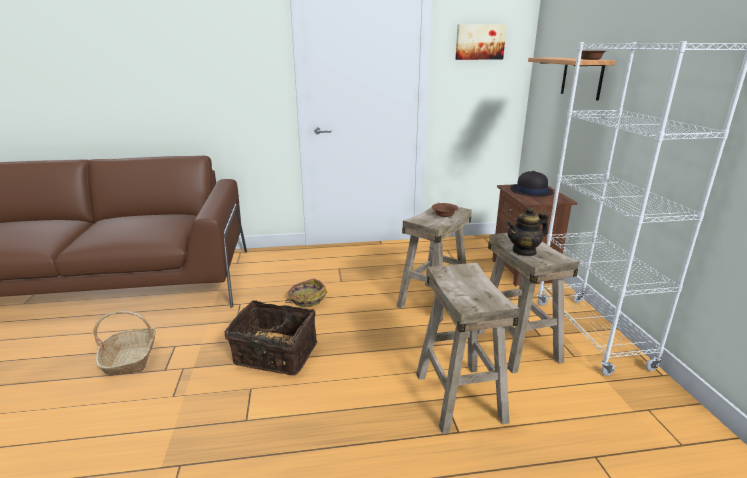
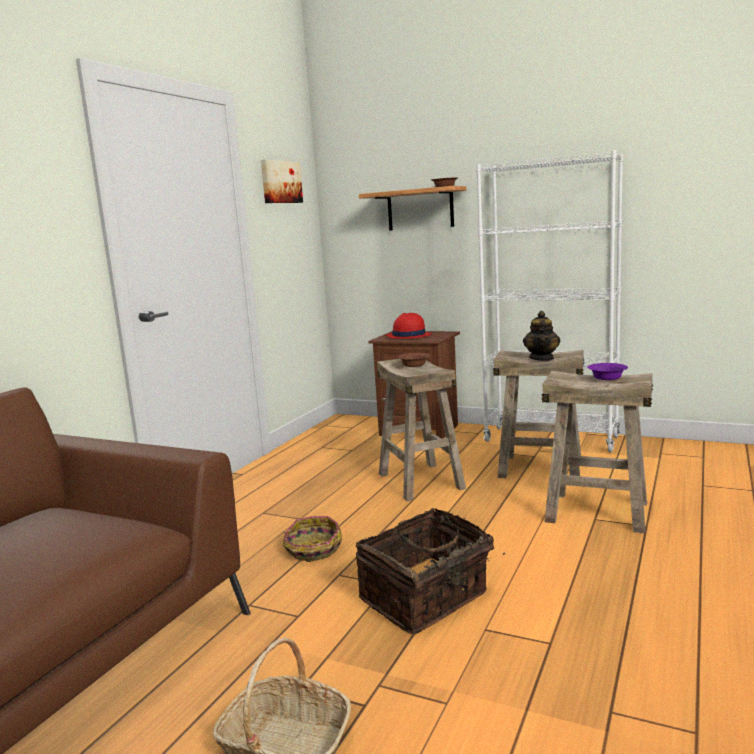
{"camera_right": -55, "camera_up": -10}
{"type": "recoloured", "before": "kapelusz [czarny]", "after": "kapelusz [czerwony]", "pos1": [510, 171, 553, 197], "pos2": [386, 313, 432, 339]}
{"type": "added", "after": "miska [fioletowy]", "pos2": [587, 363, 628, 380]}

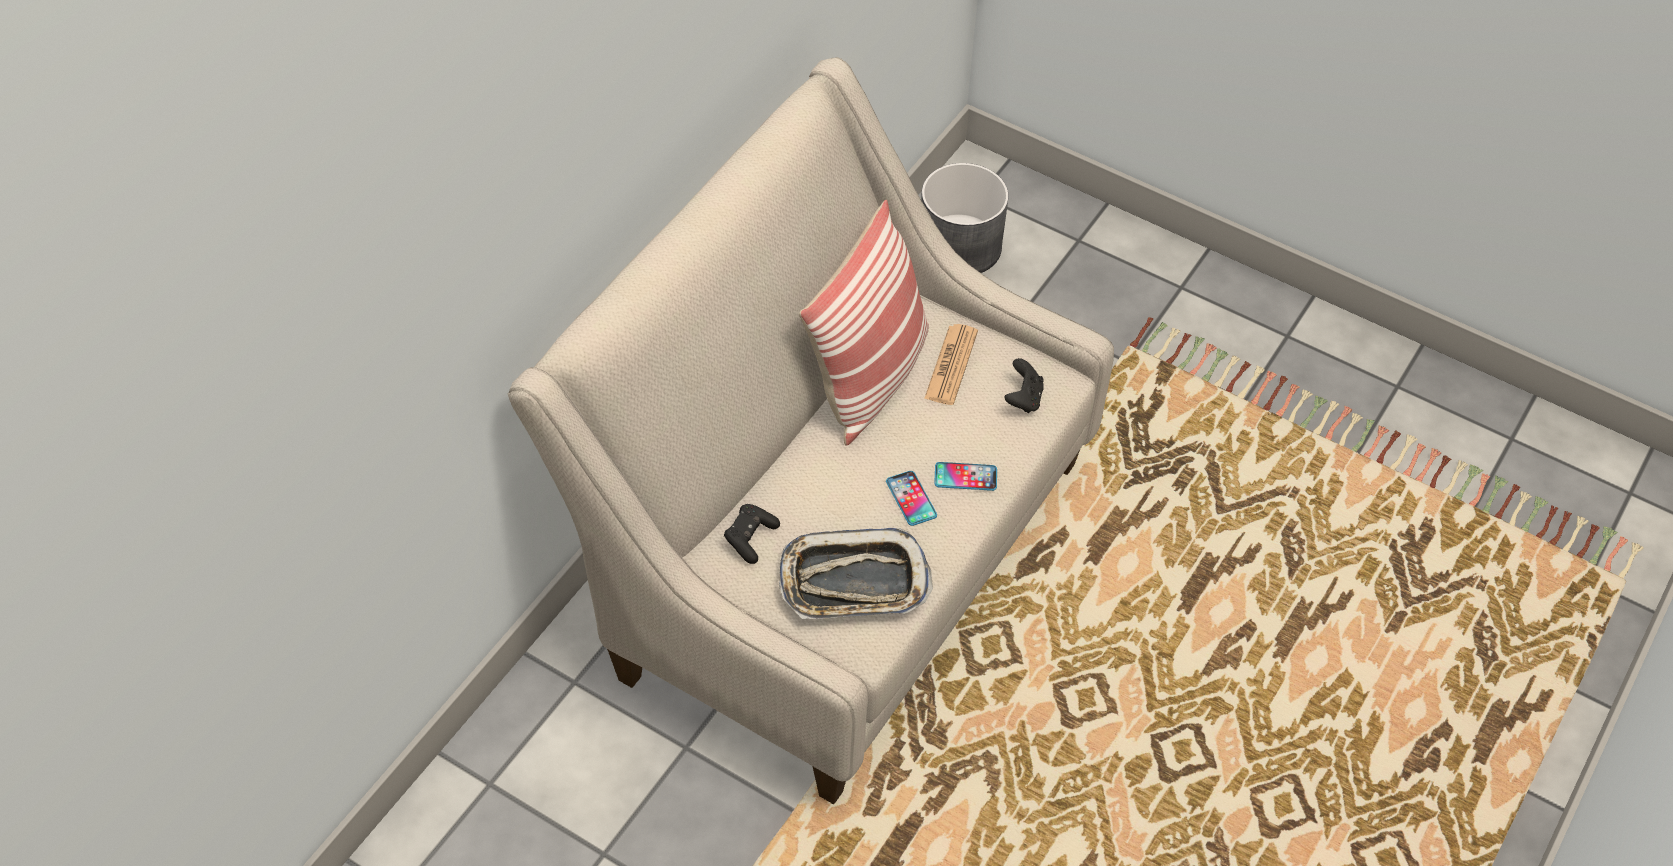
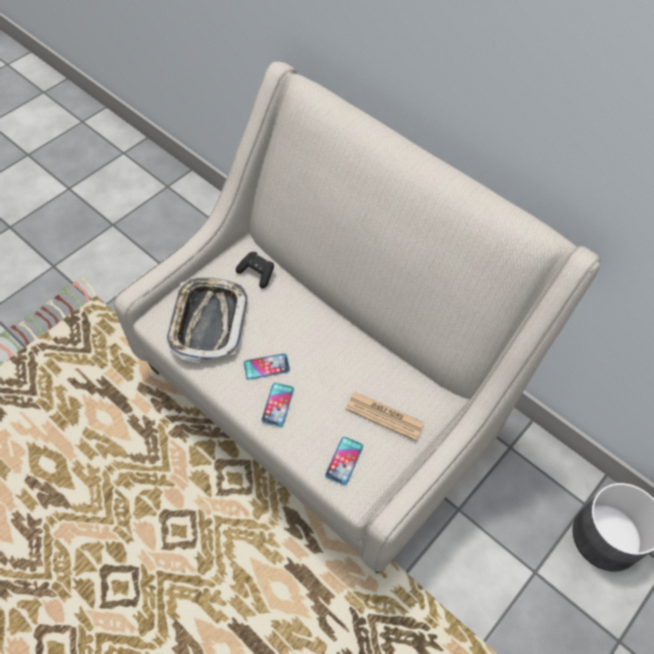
{"camera_right": 100, "camera_up": 5}
{"type": "removed", "before": "poduszka", "pos1": [799, 200, 929, 446]}
{"type": "replaced", "before": "pad do gier [czarny]", "after": "telefon", "pos1": [1005, 358, 1044, 413], "pos2": [325, 437, 363, 485]}

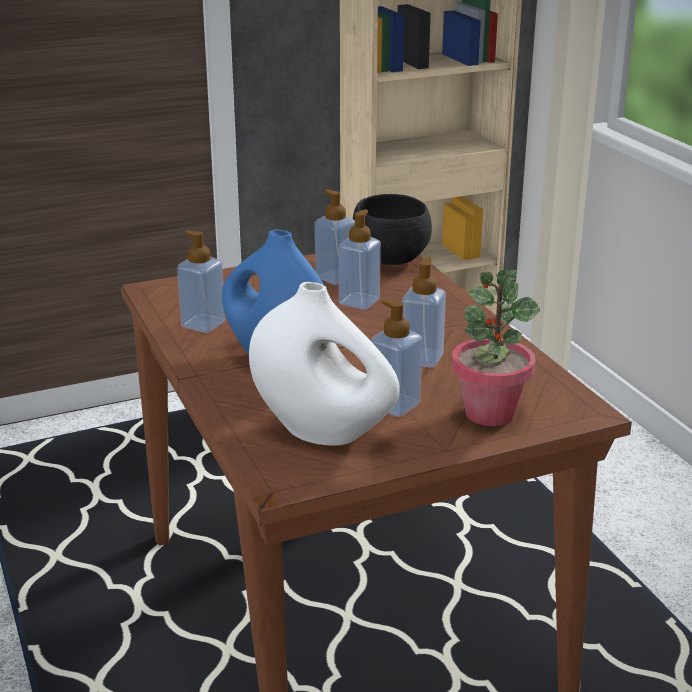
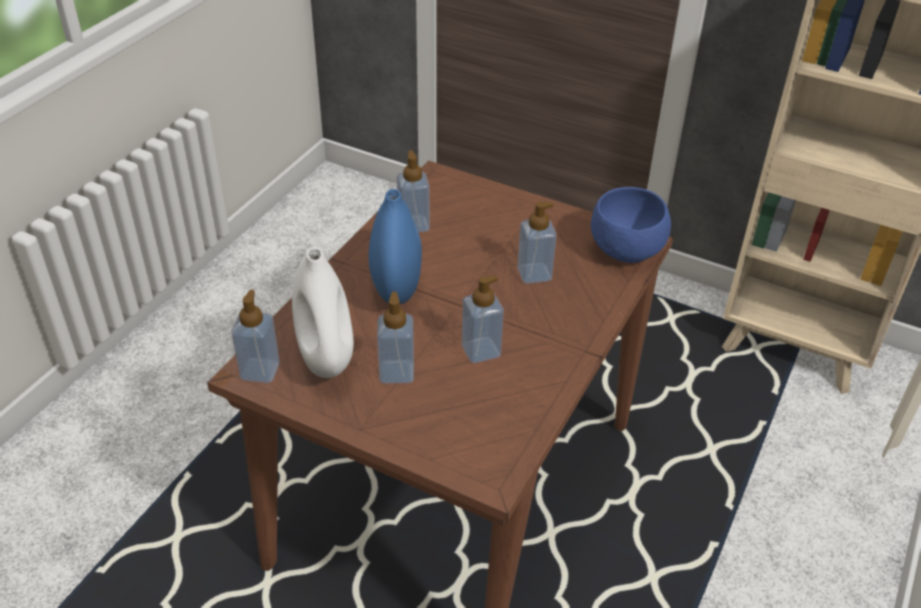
{"camera_right": 50, "camera_up": 15}
{"type": "moved", "before": "dozownik mydła", "pos1": [315, 189, 355, 285], "pos2": [231, 290, 280, 383]}
{"type": "recoloured", "before": "miska [czarny]", "after": "miska [niebieski]", "pos1": [353, 194, 432, 265], "pos2": [591, 187, 671, 263]}
{"type": "removed", "before": "roślina doniczkowa", "pos1": [452, 269, 540, 426]}

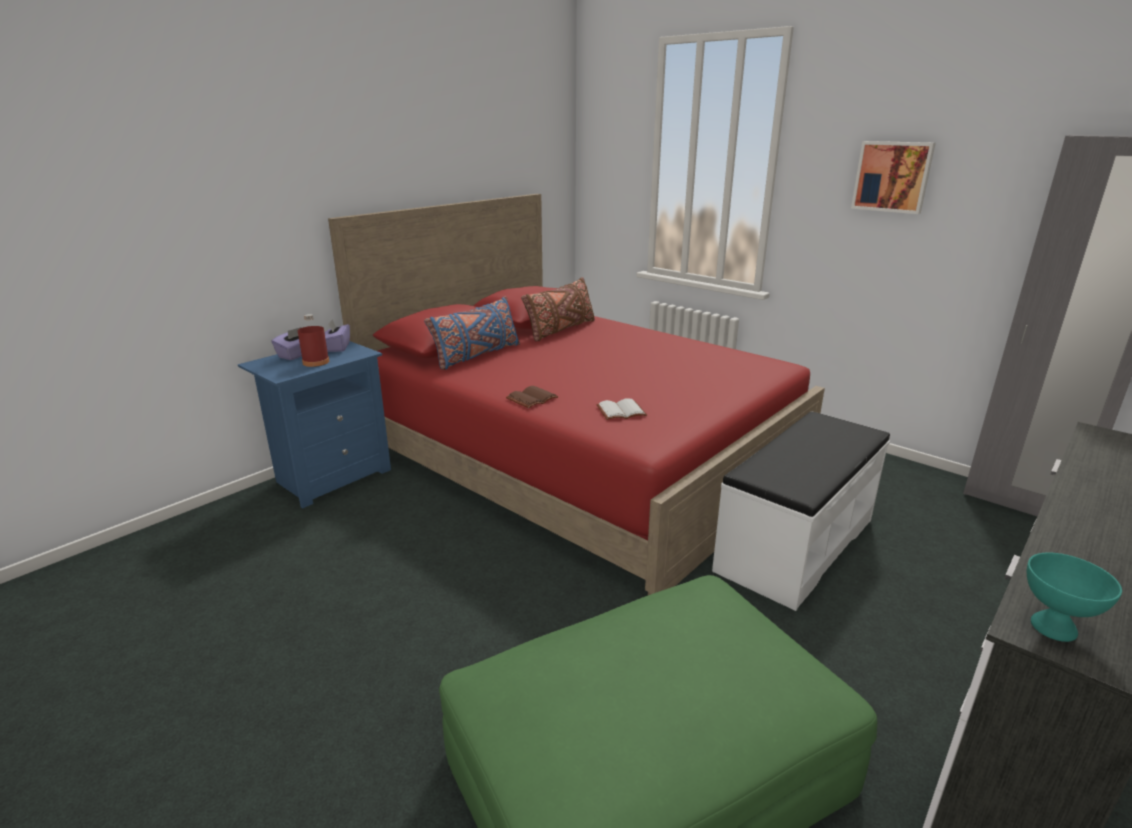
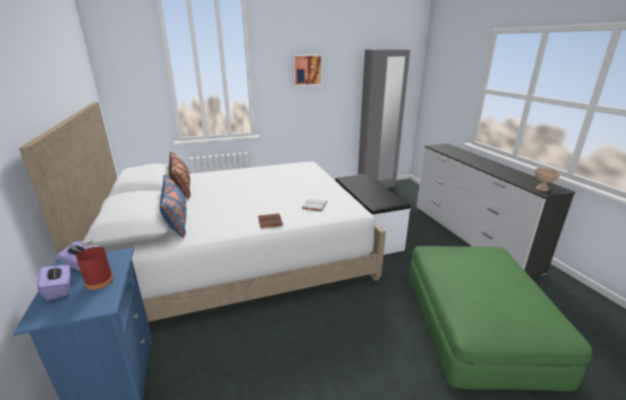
{"camera_right": -60, "camera_up": 0}
{"type": "recoloured", "before": "łóżko [czerwony]", "after": "łóżko [biały]", "pos1": [328, 194, 825, 595], "pos2": [19, 102, 386, 322]}
{"type": "recoloured", "before": "miska [turkusowy]", "after": "miska [beżowy]", "pos1": [1027, 553, 1122, 642], "pos2": [534, 168, 561, 191]}

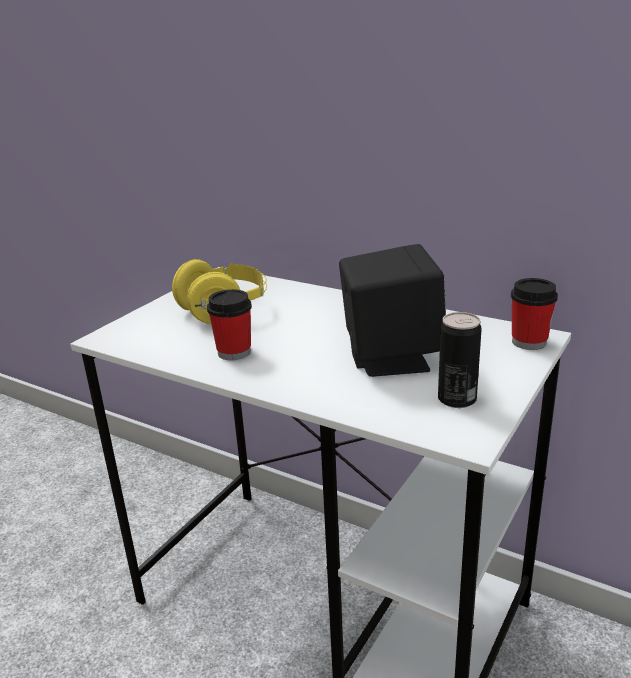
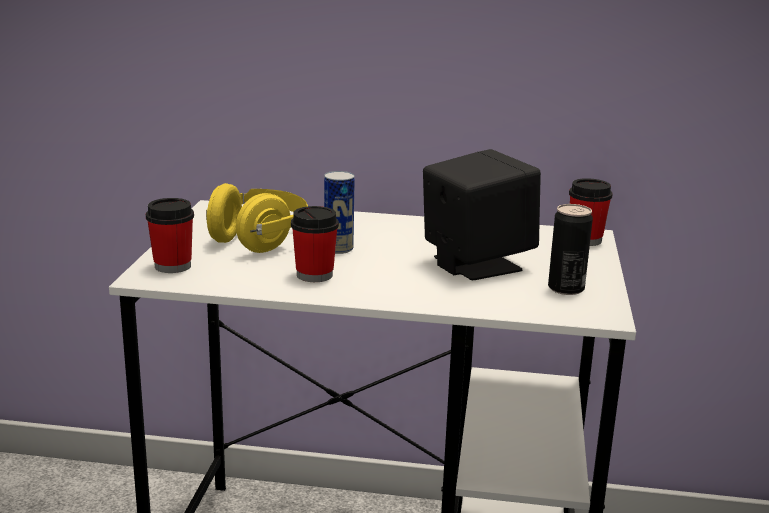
{"camera_right": -25, "camera_up": -5}
{"type": "added", "after": "puszka", "pos2": [324, 171, 355, 254]}
{"type": "added", "after": "filiżanka", "pos2": [146, 198, 194, 273]}

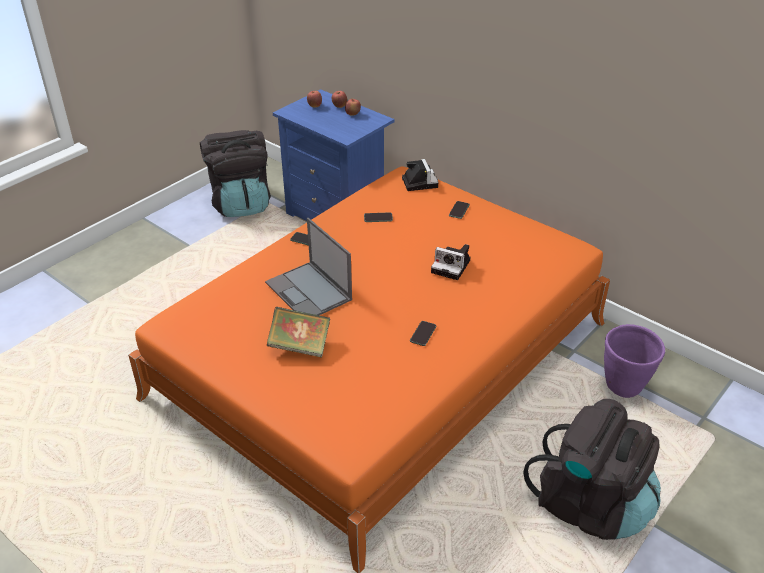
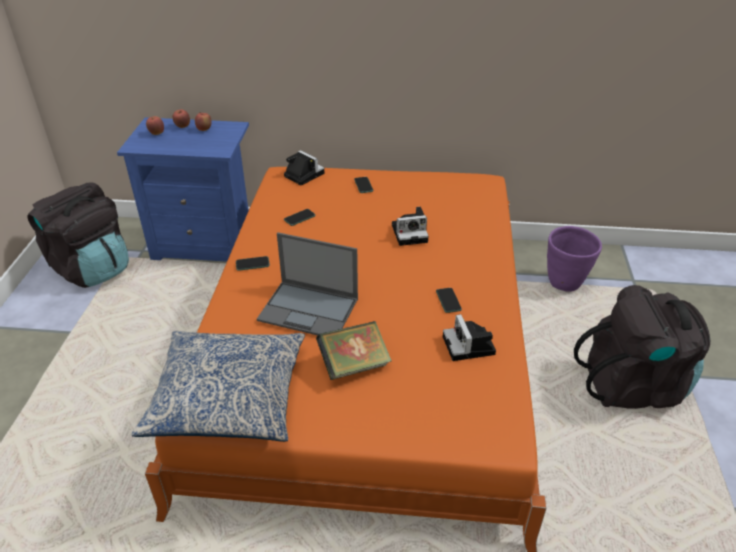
{"camera_right": -35, "camera_up": 0}
{"type": "added", "after": "aparat fotograficzny", "pos2": [443, 314, 496, 361]}
{"type": "added", "after": "poduszka", "pos2": [131, 331, 305, 442]}

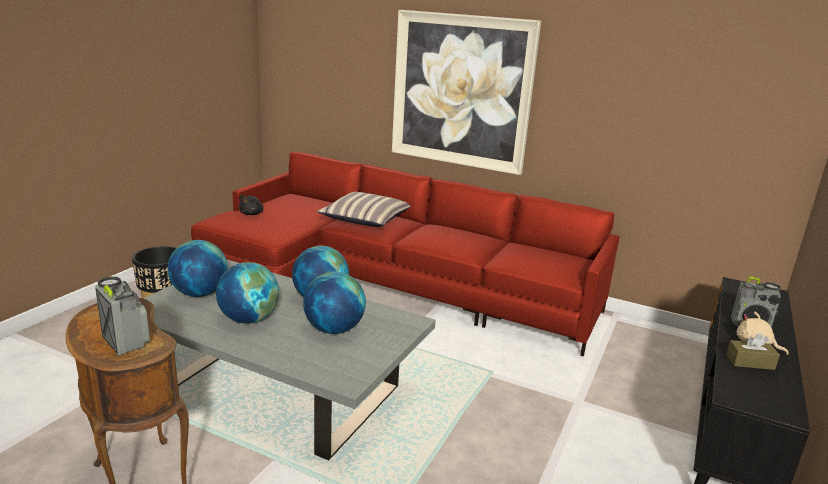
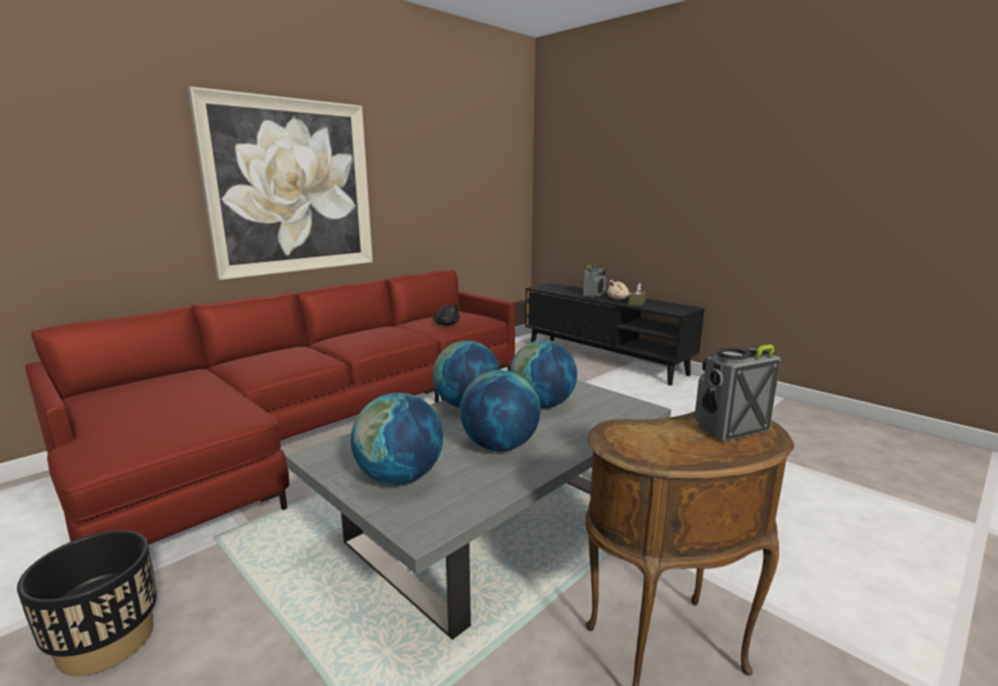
{"camera_right": -70, "camera_up": -5}
{"type": "removed", "before": "poduszka", "pos1": [317, 192, 410, 227]}
{"type": "moved", "before": "pluszak [czarny]", "pos1": [239, 195, 264, 215], "pos2": [433, 304, 460, 326]}

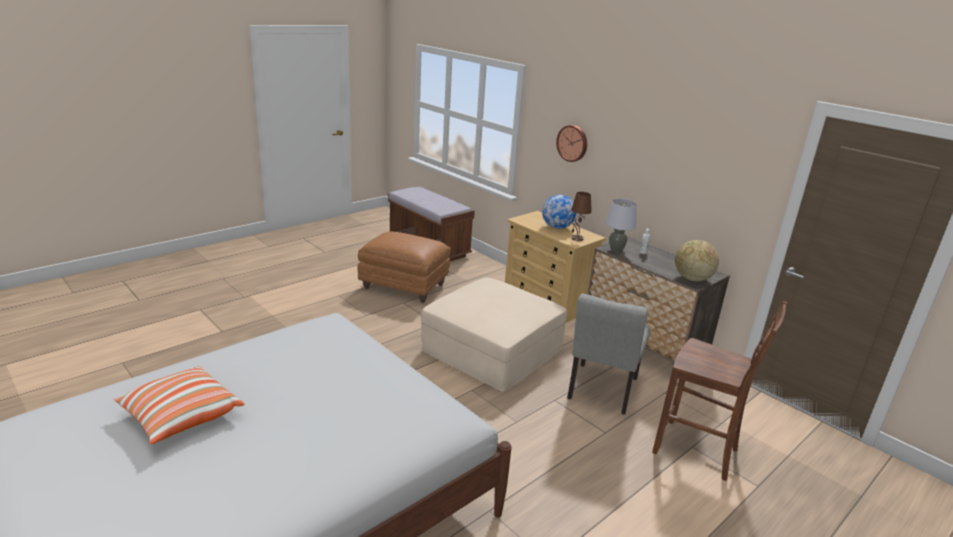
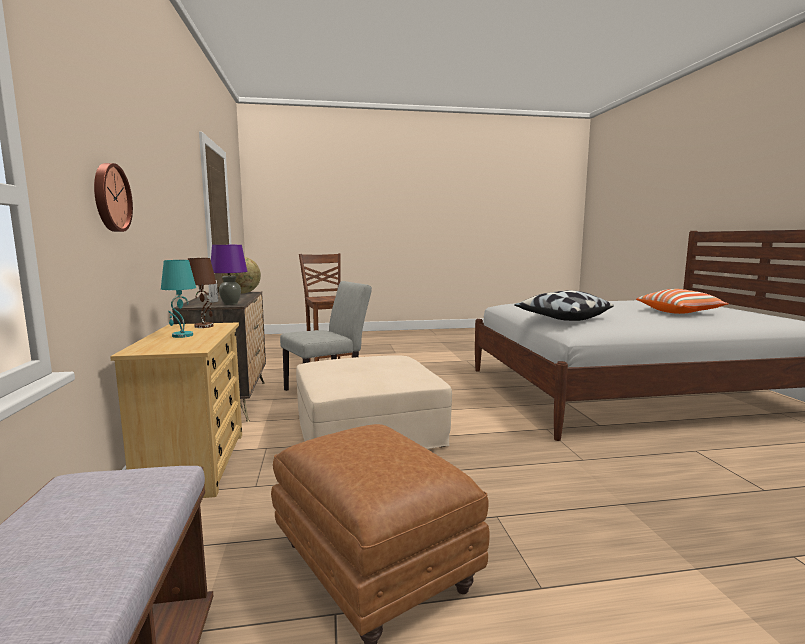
{"camera_right": -145, "camera_up": -15}
{"type": "replaced", "before": "globus", "after": "lampa stołowa [turkusowy]", "pos1": [542, 195, 576, 229], "pos2": [161, 260, 196, 338]}
{"type": "recoloured", "before": "lampa stołowa [szary]", "after": "lampa stołowa [fioletowy]", "pos1": [605, 199, 637, 252], "pos2": [211, 245, 247, 305]}
{"type": "added", "after": "poduszka", "pos2": [514, 290, 614, 321]}

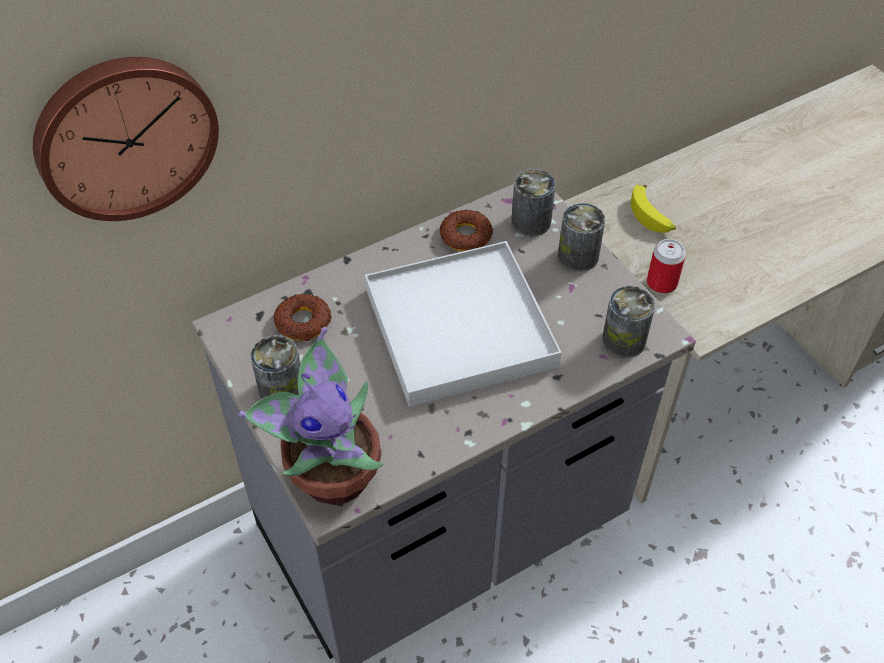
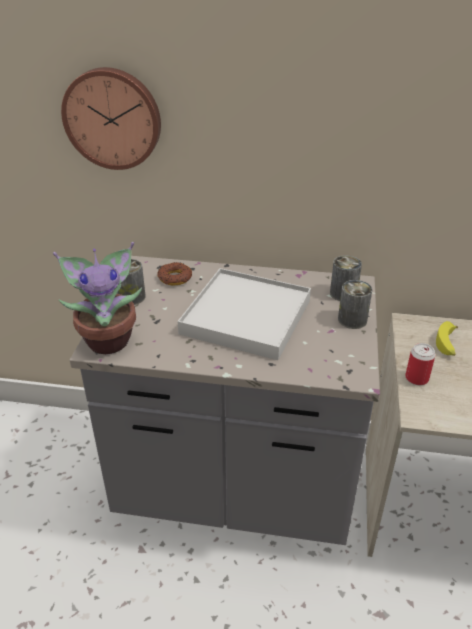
{"camera_right": 40, "camera_up": -15}
{"type": "removed", "before": "donut", "pos1": [440, 209, 494, 251]}
{"type": "removed", "before": "puszka", "pos1": [602, 286, 655, 358]}

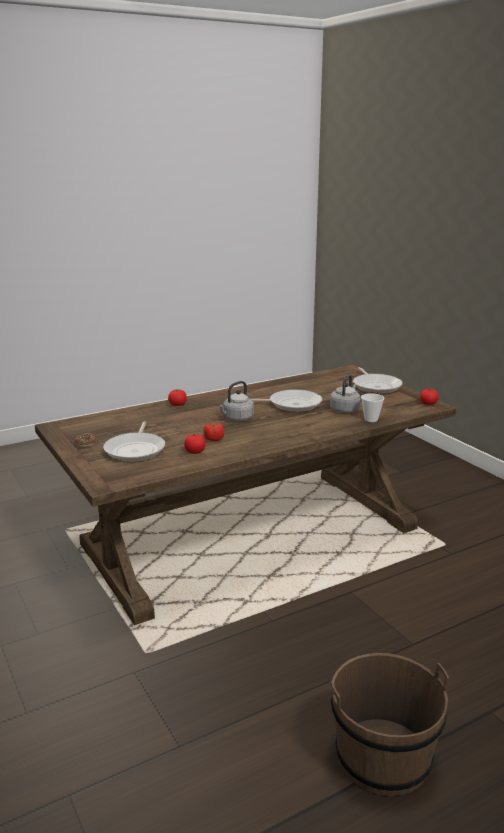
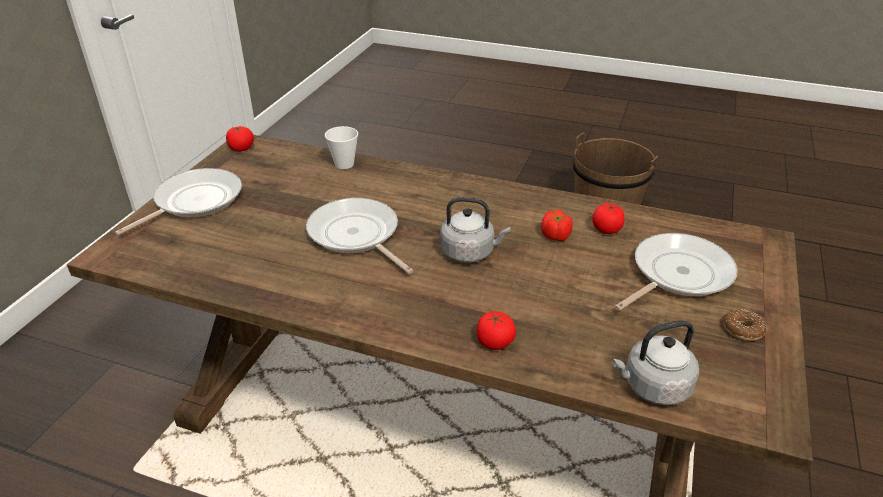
{"camera_right": -130, "camera_up": 15}
{"type": "moved", "before": "czajnik [szary]", "pos1": [330, 374, 361, 413], "pos2": [612, 320, 699, 406]}

